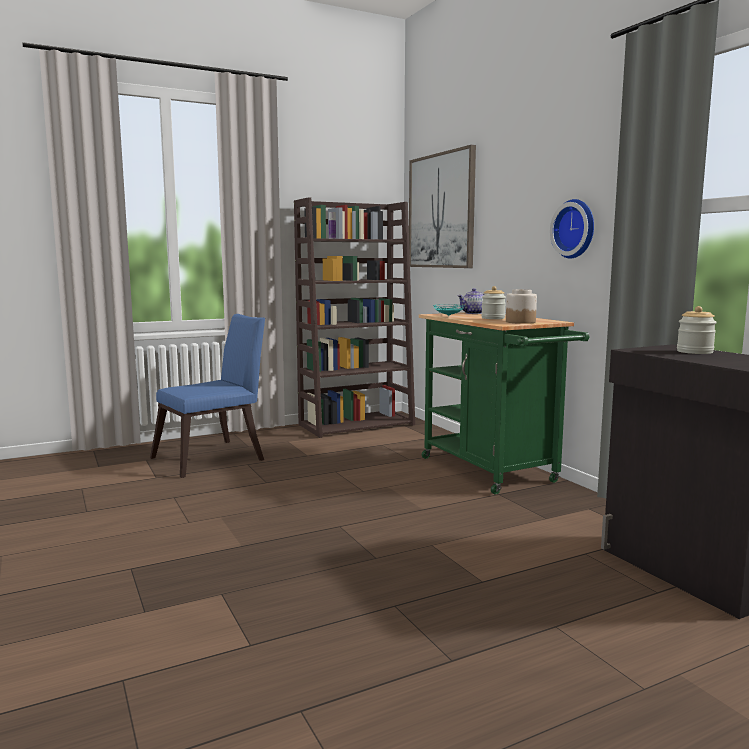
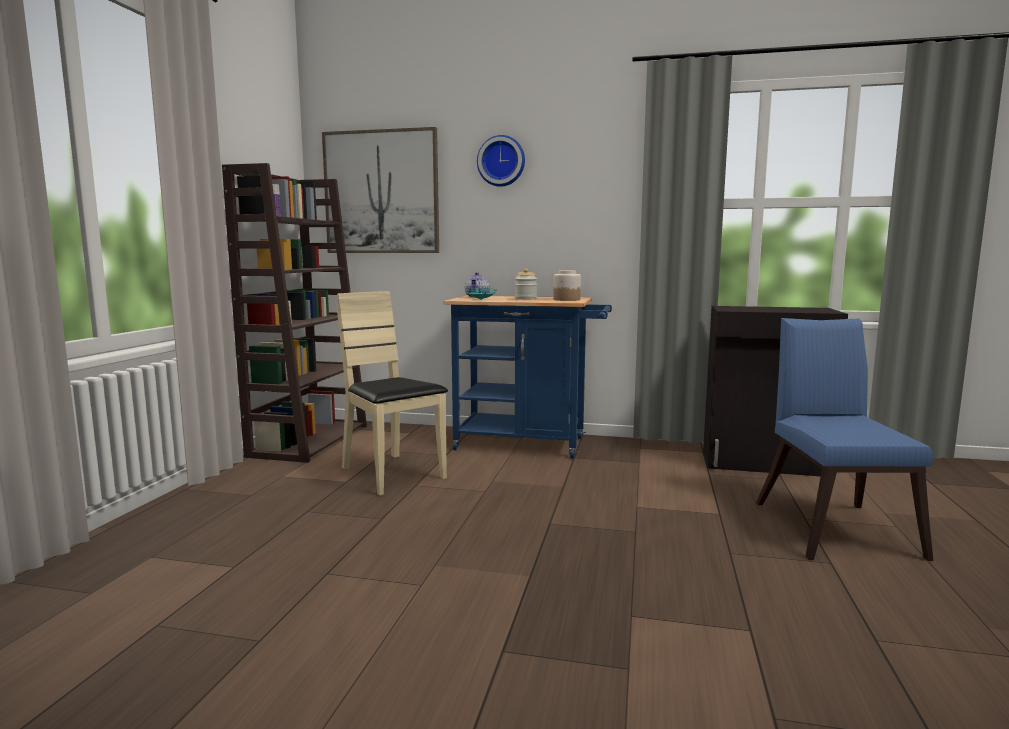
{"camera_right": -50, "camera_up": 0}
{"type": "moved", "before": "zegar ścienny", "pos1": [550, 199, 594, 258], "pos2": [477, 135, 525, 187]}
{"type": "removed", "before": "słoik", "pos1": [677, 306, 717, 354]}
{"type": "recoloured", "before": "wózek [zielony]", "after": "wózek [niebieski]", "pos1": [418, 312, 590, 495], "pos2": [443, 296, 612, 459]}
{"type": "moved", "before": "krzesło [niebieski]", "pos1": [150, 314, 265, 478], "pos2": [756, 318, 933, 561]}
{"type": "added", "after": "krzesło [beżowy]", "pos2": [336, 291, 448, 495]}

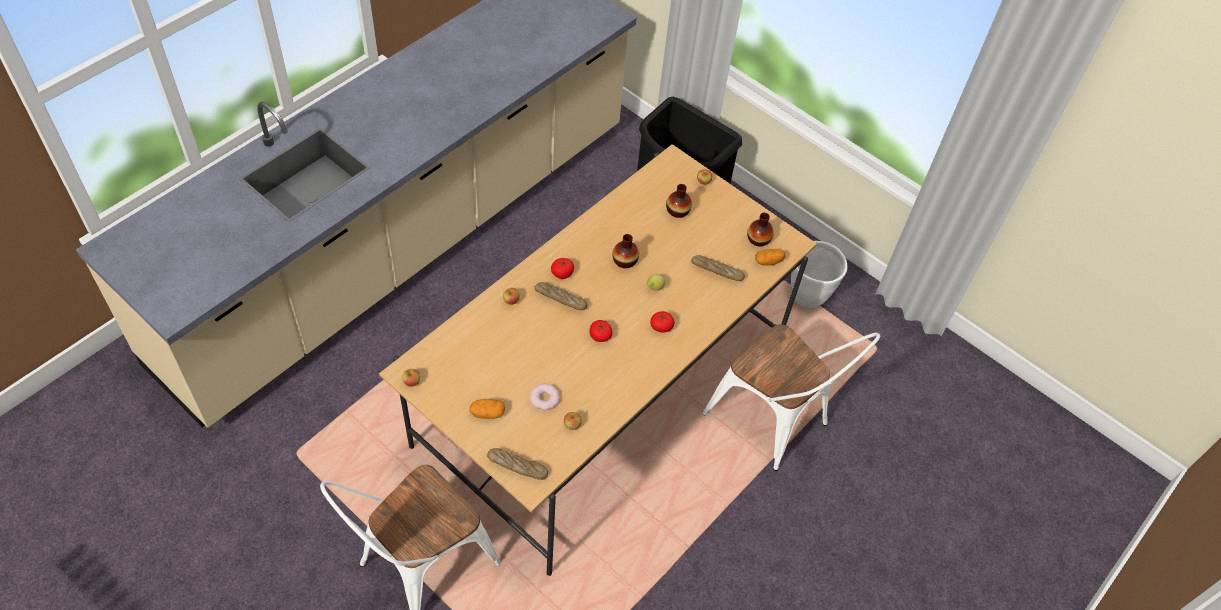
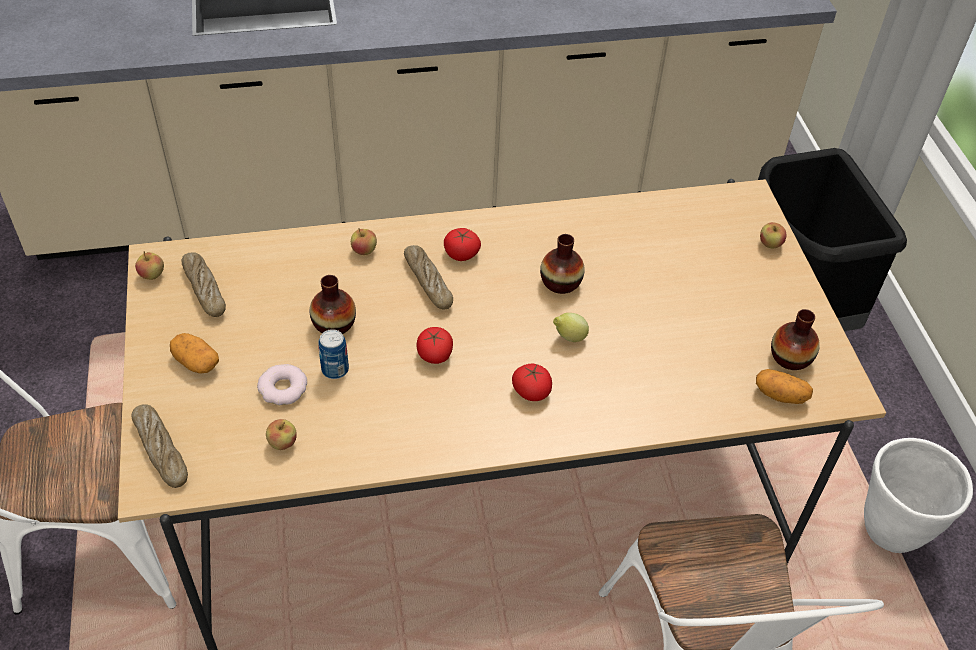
{"camera_right": 40, "camera_up": -5}
{"type": "moved", "before": "wazon", "pos1": [666, 184, 692, 218], "pos2": [309, 275, 356, 334]}
{"type": "moved", "before": "chleb", "pos1": [691, 255, 745, 281], "pos2": [181, 252, 226, 317]}
{"type": "added", "after": "puszka", "pos2": [318, 329, 349, 379]}

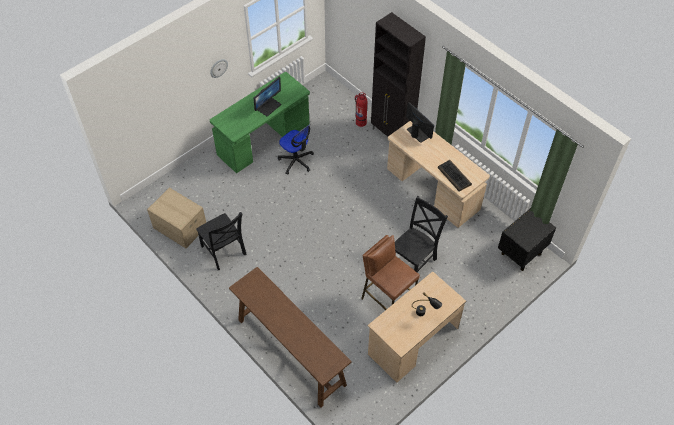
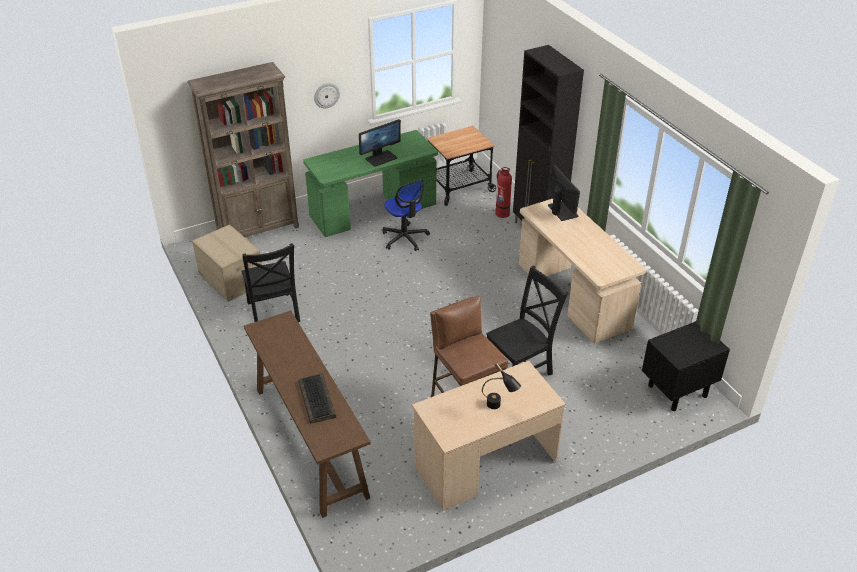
{"camera_right": 15, "camera_up": -15}
{"type": "moved", "before": "klawiatura", "pos1": [438, 160, 472, 192], "pos2": [298, 374, 336, 424]}
{"type": "added", "after": "regał [brązowy]", "pos2": [187, 62, 299, 237]}
{"type": "added", "after": "wózek", "pos2": [427, 126, 496, 206]}

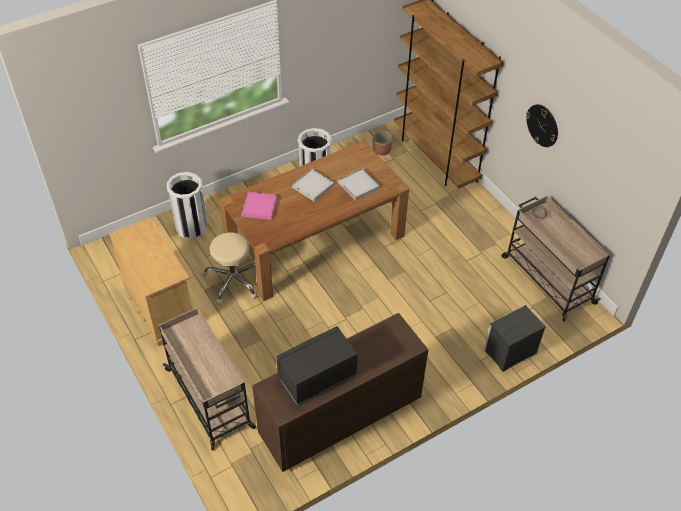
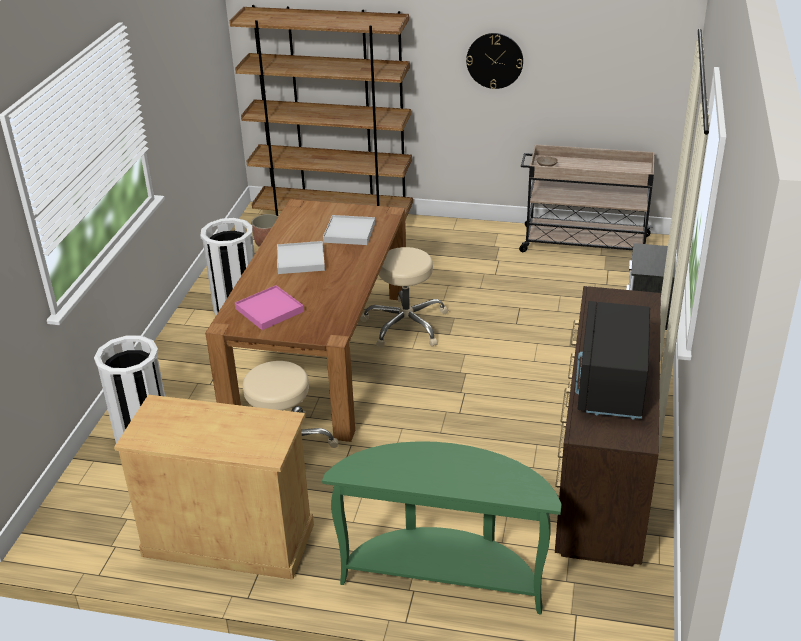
{"camera_right": -45, "camera_up": -15}
{"type": "replaced", "before": "wózek [beżowy]", "after": "stolik konsolowy [zielony]", "pos1": [159, 307, 256, 450], "pos2": [322, 441, 562, 614]}
{"type": "added", "after": "stołek [beżowy]", "pos2": [360, 247, 448, 348]}

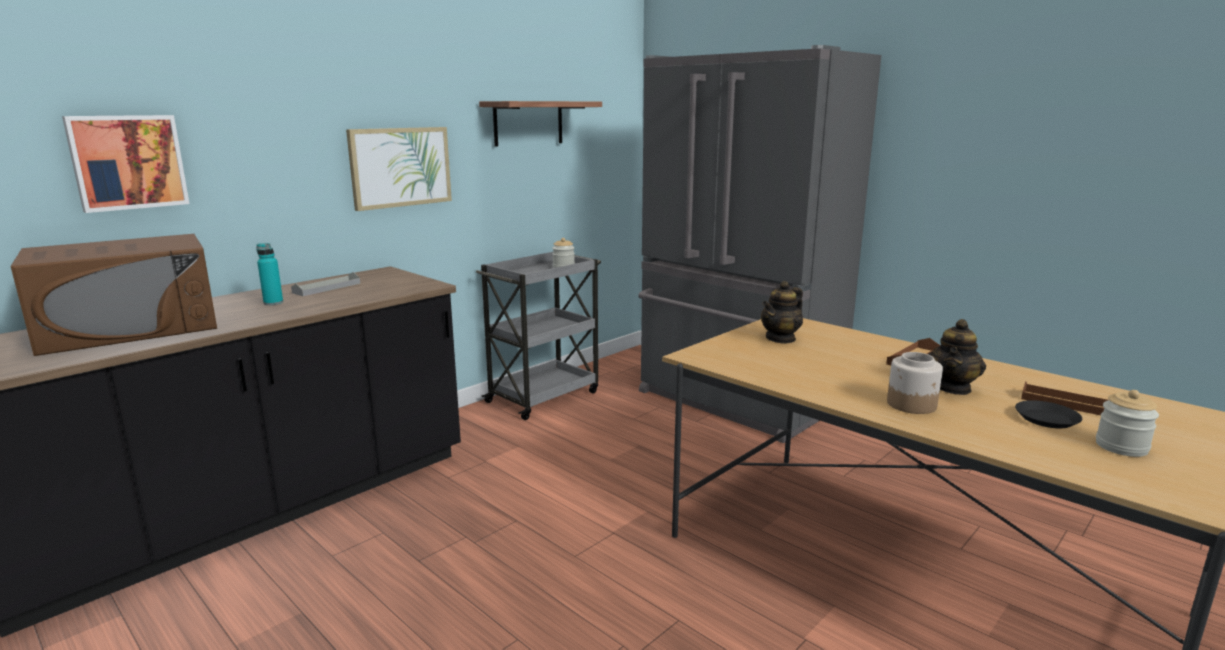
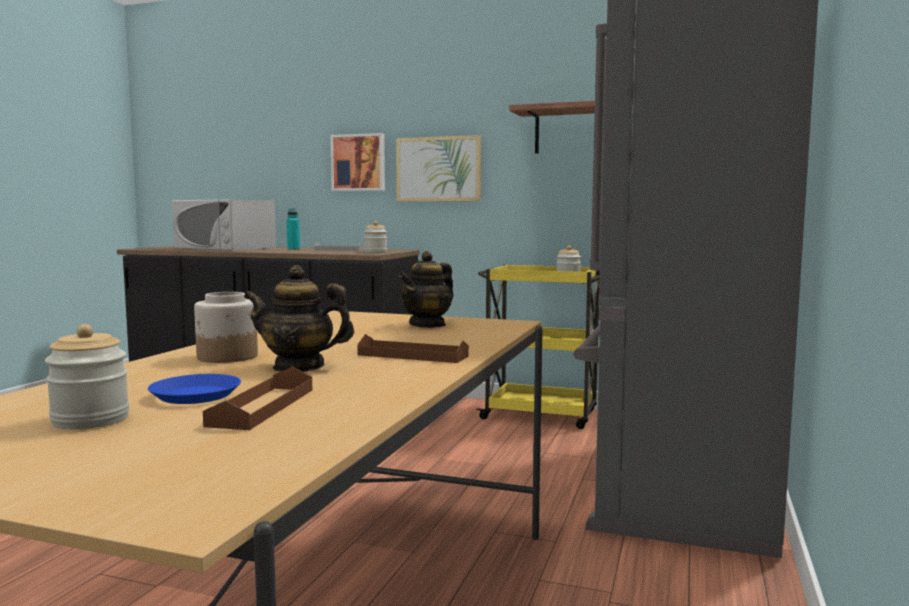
{"camera_right": 65, "camera_up": -10}
{"type": "moved", "before": "obraz", "pos1": [62, 115, 190, 213], "pos2": [330, 133, 385, 191]}
{"type": "recoloured", "before": "mikrofalówka [brązowy]", "after": "mikrofalówka [biały]", "pos1": [11, 234, 217, 356], "pos2": [172, 199, 276, 251]}
{"type": "recoloured", "before": "wózek [szary]", "after": "wózek [żółty]", "pos1": [476, 252, 601, 420], "pos2": [476, 265, 600, 429]}
{"type": "turned", "before": "imbryk", "pos1": [761, 281, 803, 344], "pos2": [398, 251, 454, 328], "turn": -75}
{"type": "recoloured", "before": "talerz [czarny]", "after": "talerz [niebieski]", "pos1": [1015, 400, 1082, 428], "pos2": [148, 374, 241, 404]}
{"type": "added", "after": "słoik", "pos2": [364, 221, 387, 253]}

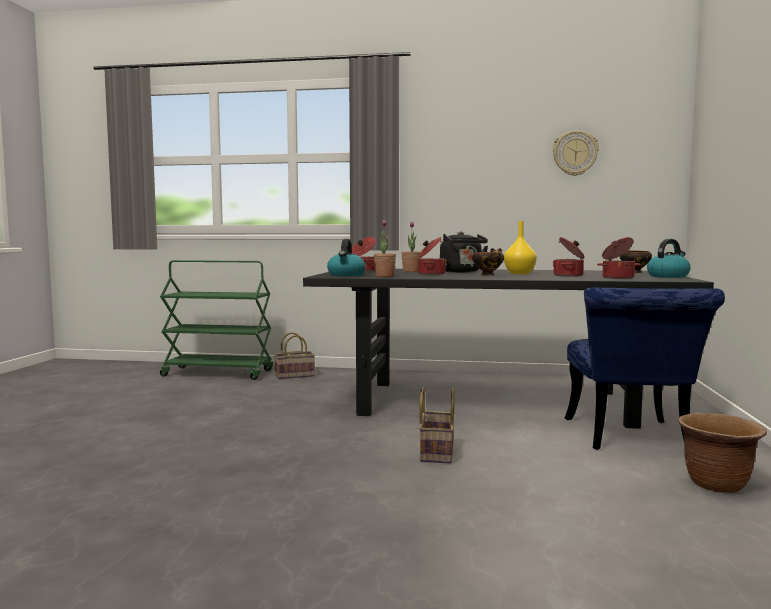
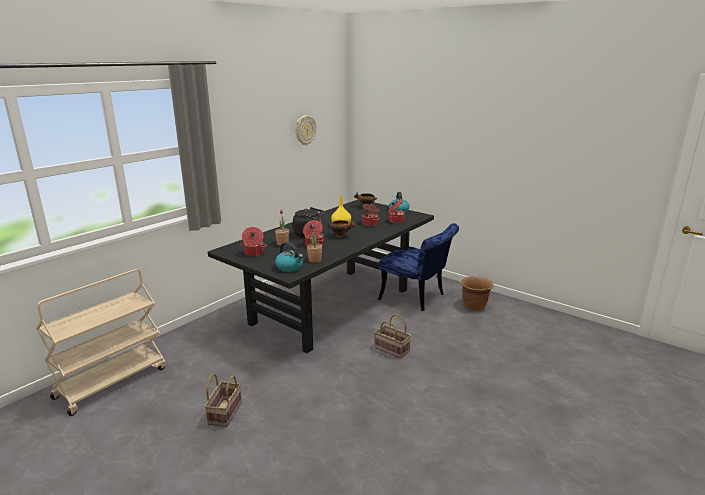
{"camera_right": -60, "camera_up": 15}
{"type": "recoloured", "before": "wózek [zielony]", "after": "wózek [beżowy]", "pos1": [160, 260, 273, 380], "pos2": [36, 269, 166, 416]}
{"type": "moved", "before": "koszyk", "pos1": [274, 332, 315, 379], "pos2": [205, 373, 242, 427]}

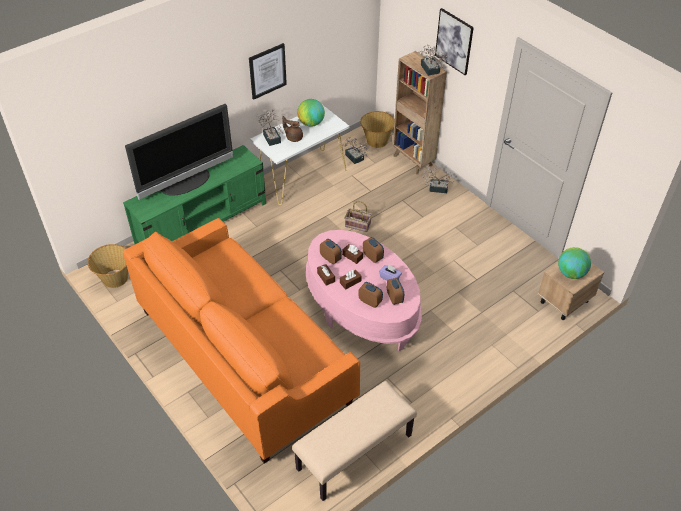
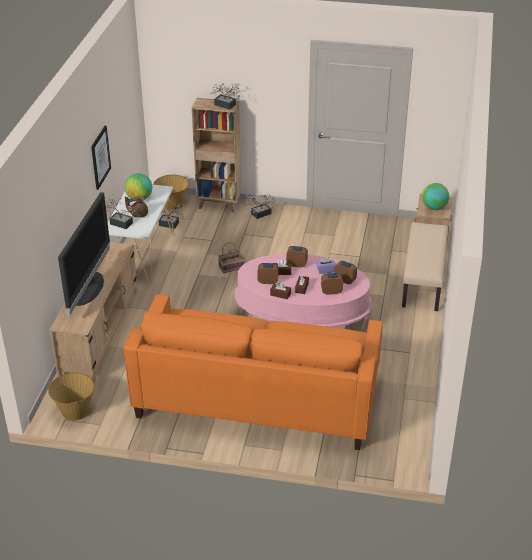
{"camera_right": -40, "camera_up": -10}
{"type": "removed", "before": "obraz", "pos1": [435, 8, 474, 75]}
{"type": "recoloured", "before": "szafka pod telewizor [zielony]", "after": "szafka pod telewizor [beżowy]", "pos1": [123, 145, 266, 244], "pos2": [49, 242, 138, 383]}
{"type": "moved", "before": "ławka [beżowy]", "pos1": [292, 381, 417, 501], "pos2": [402, 222, 448, 311]}

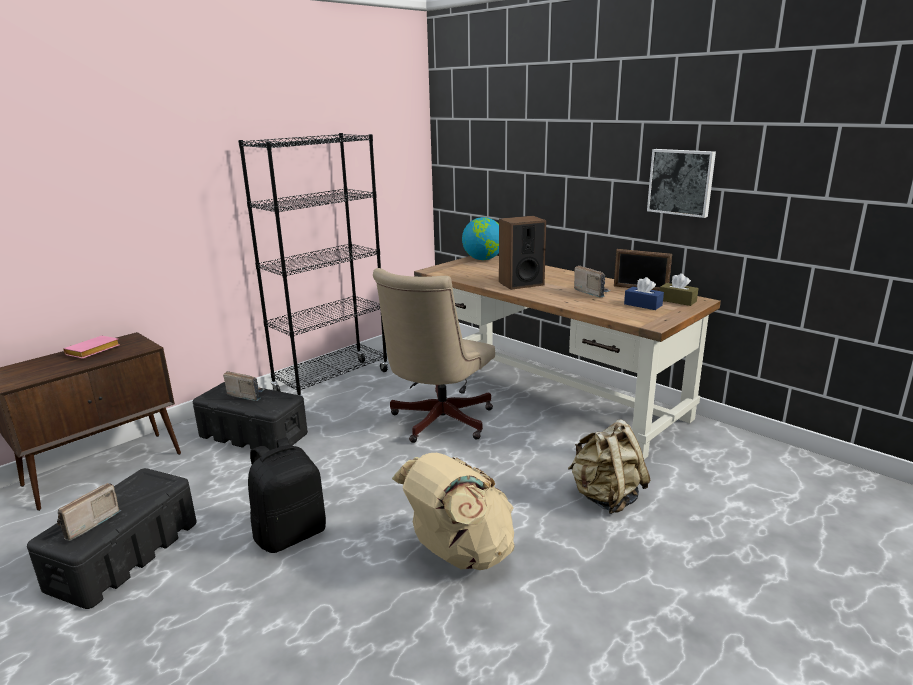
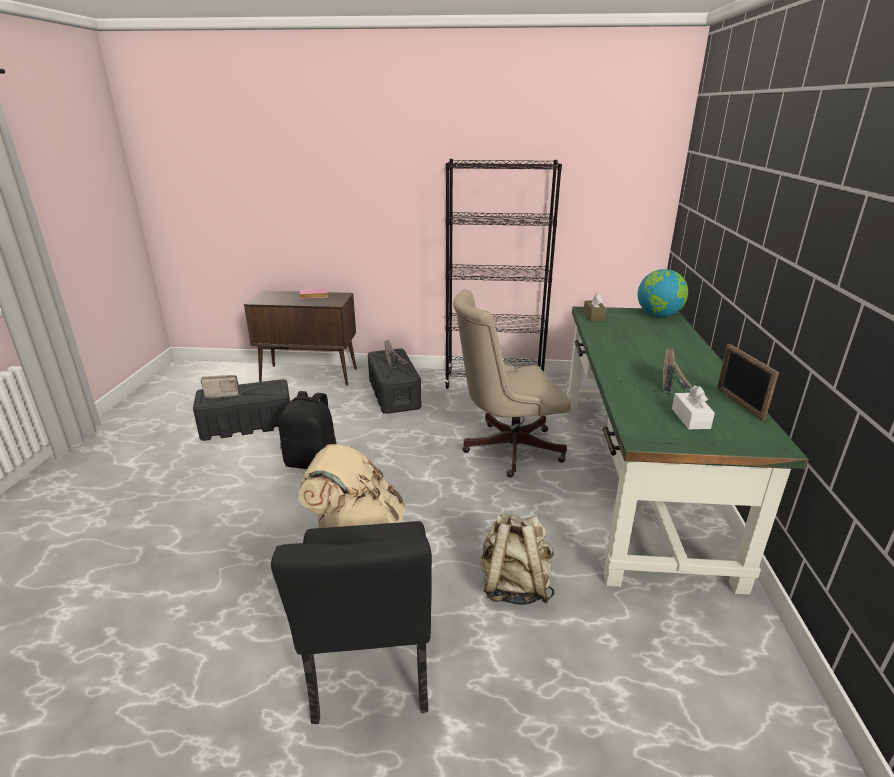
{"camera_right": 50, "camera_up": 5}
{"type": "removed", "before": "obraz", "pos1": [647, 149, 716, 218]}
{"type": "removed", "before": "głośnik", "pos1": [499, 216, 547, 290]}
{"type": "recoloured", "before": "biurko [brązowy]", "after": "biurko [zielony]", "pos1": [414, 256, 721, 460], "pos2": [567, 307, 809, 595]}
{"type": "moved", "before": "pudełko chusteczek [brązowy]", "pos1": [660, 274, 698, 306], "pos2": [583, 293, 607, 322]}
{"type": "recoloured", "before": "pudełko chusteczek [niebieski]", "after": "pudełko chusteczek [biały]", "pos1": [624, 277, 664, 310], "pos2": [672, 385, 715, 429]}
{"type": "added", "after": "krzesło [czarny]", "pos2": [271, 521, 432, 724]}

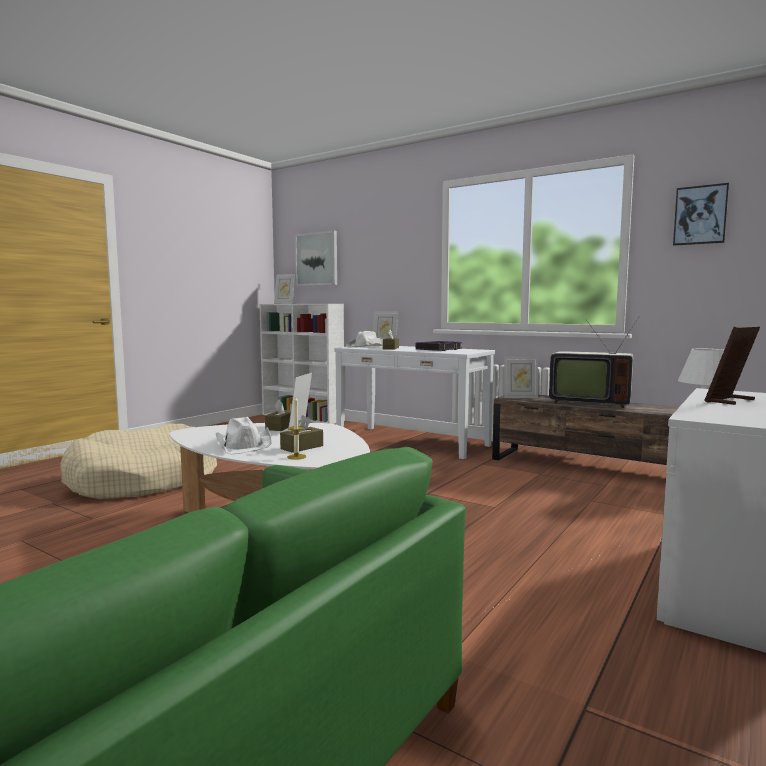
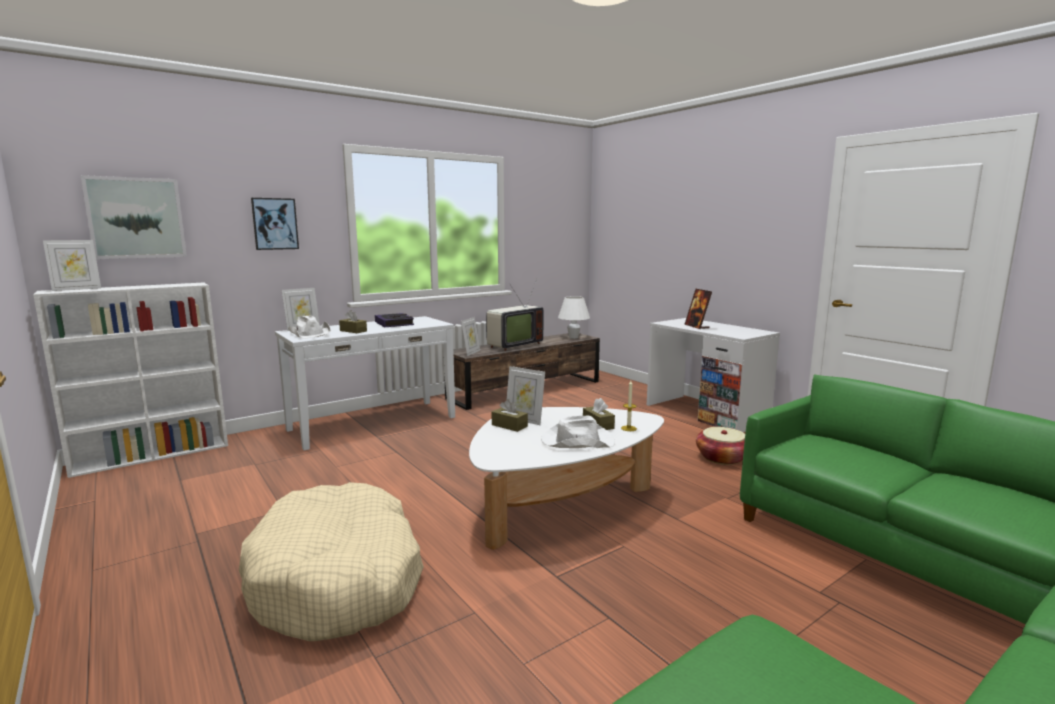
{"camera_right": -70, "camera_up": 5}
{"type": "moved", "before": "obraz", "pos1": [673, 183, 729, 246], "pos2": [251, 198, 299, 250]}
{"type": "added", "after": "koszyk", "pos2": [696, 427, 745, 465]}

